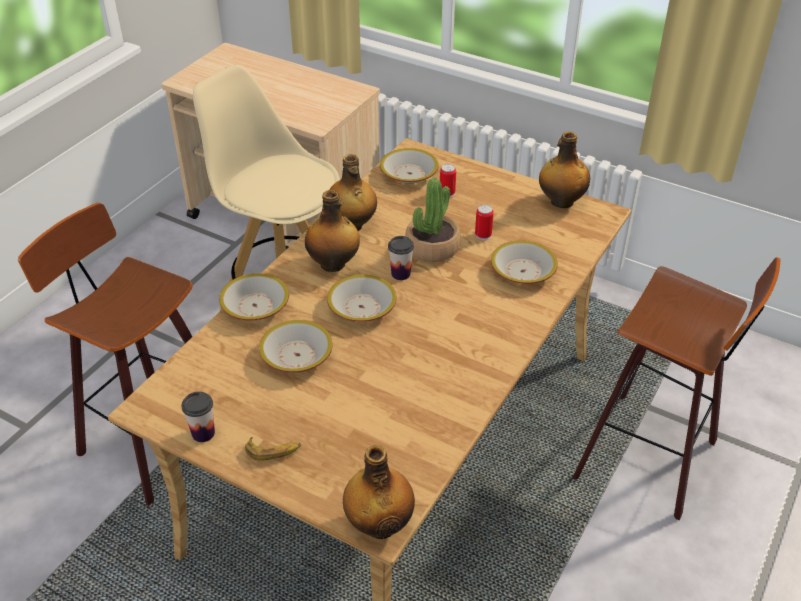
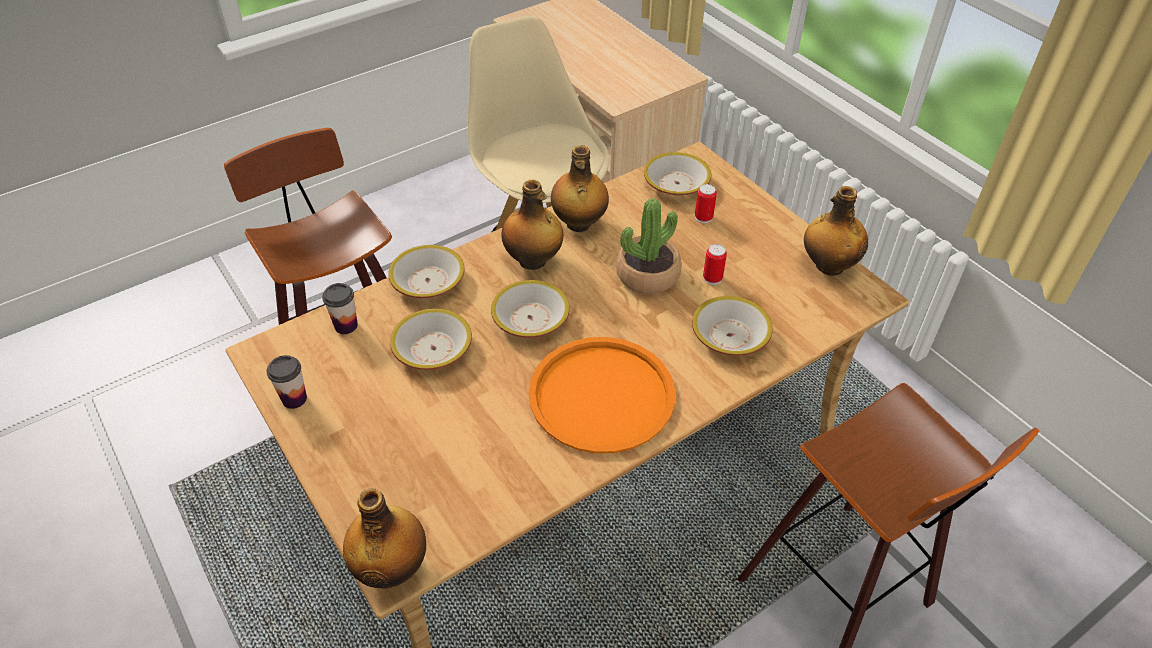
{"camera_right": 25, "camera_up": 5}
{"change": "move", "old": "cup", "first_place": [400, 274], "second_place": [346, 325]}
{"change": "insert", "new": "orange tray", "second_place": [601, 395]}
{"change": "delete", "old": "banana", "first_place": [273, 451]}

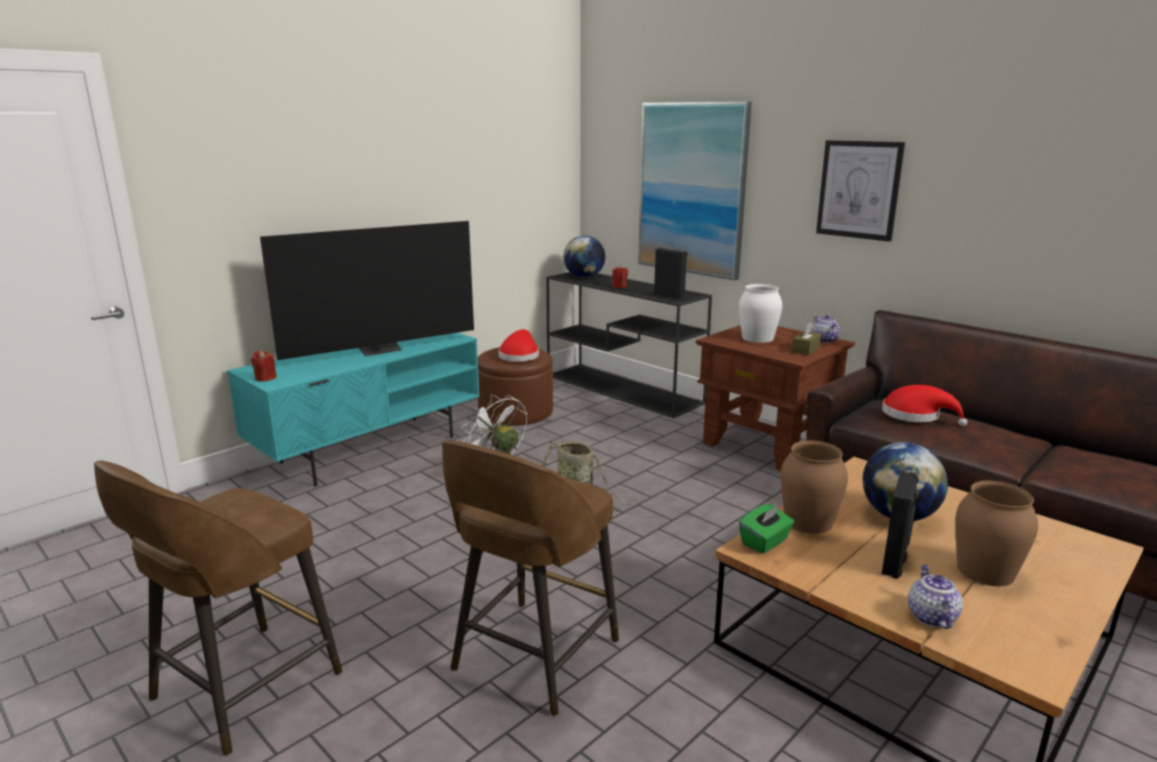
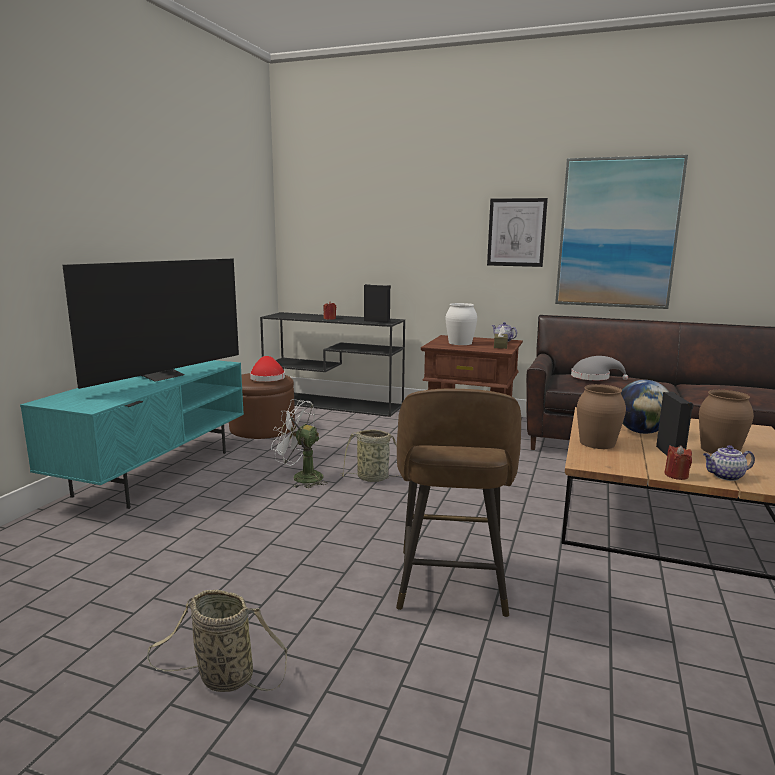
{"camera_right": -25, "camera_up": -5}
{"change": "replace", "old": "brown stool", "new": "basket", "first_place": [242, 688], "second_place": [221, 677]}
{"change": "move", "old": "picture", "first_place": [691, 189], "second_place": [617, 233]}
{"change": "recolor", "old": "red hat", "new": "grey hat", "first_place": [915, 415], "second_place": [593, 377]}
{"change": "move", "old": "red candle", "first_place": [265, 378], "second_place": [676, 475]}
{"change": "rotate", "old": "teapot", "first_place": [930, 616], "second_place": [725, 476], "degrees": -75}
{"change": "delete", "old": "globe", "first_place": [584, 277]}
{"change": "delete", "old": "green tissue box", "first_place": [765, 542]}

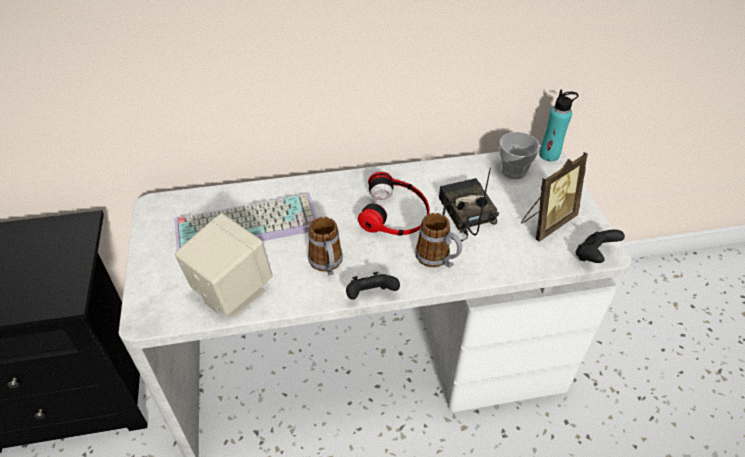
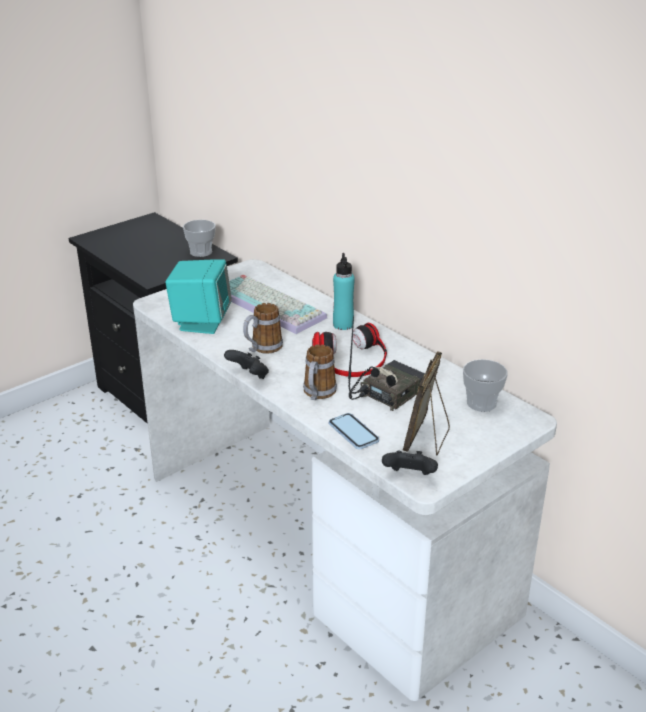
{"camera_right": 60, "camera_up": -15}
{"change": "recolor", "old": "beige speaker", "new": "turquoise speaker", "first_place": [231, 292], "second_place": [201, 322]}
{"change": "insert", "new": "cup", "second_place": [201, 252]}
{"change": "insert", "new": "phone", "second_place": [353, 433]}
{"change": "move", "old": "turquoise bottle", "first_place": [549, 155], "second_place": [343, 325]}
{"change": "rotate", "old": "picture frame", "first_place": [546, 222], "second_place": [427, 439], "degrees": 90}

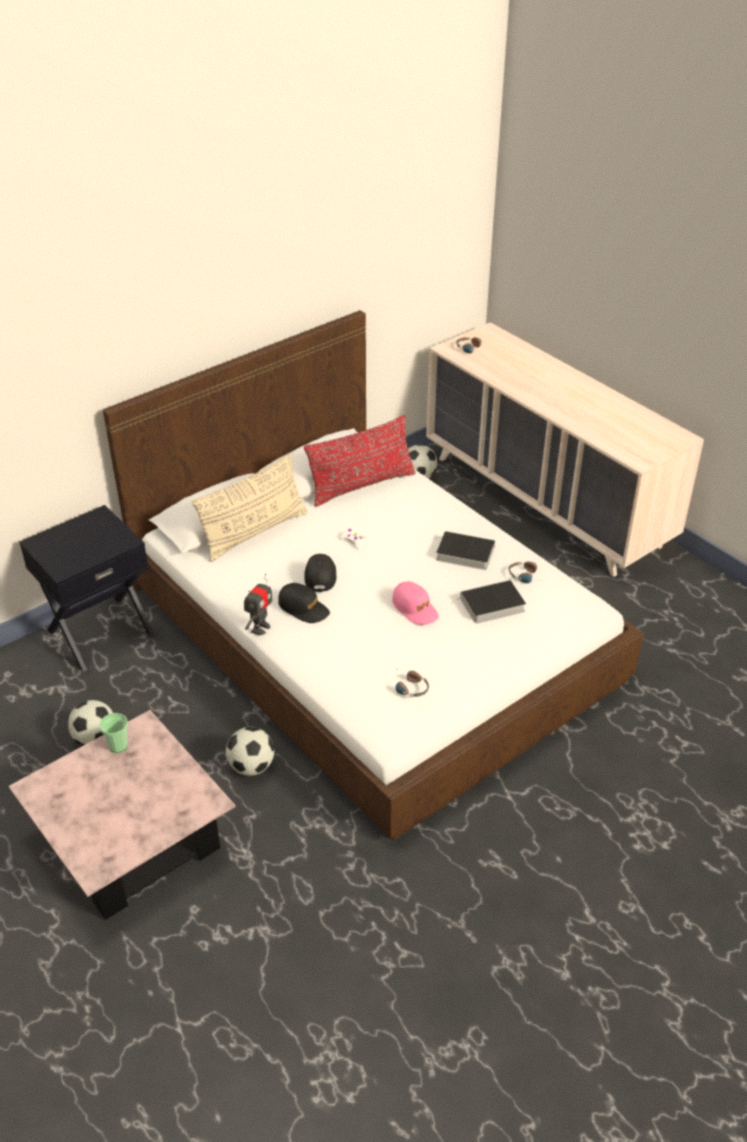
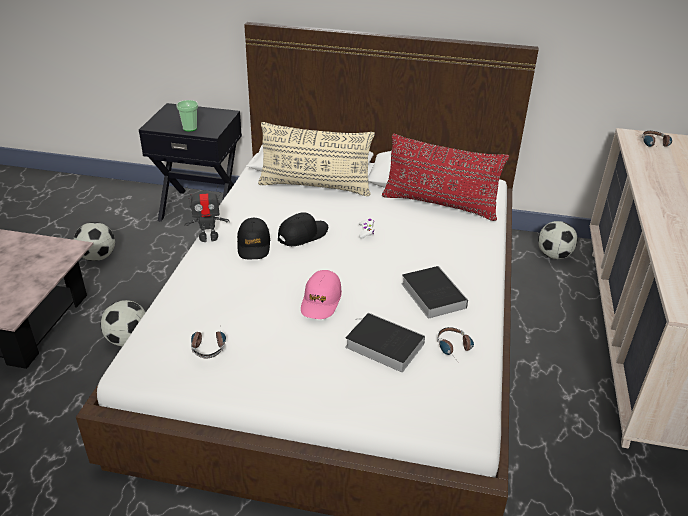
{"camera_right": 50, "camera_up": -5}
{"change": "move", "old": "cup", "first_place": [118, 745], "second_place": [190, 128]}

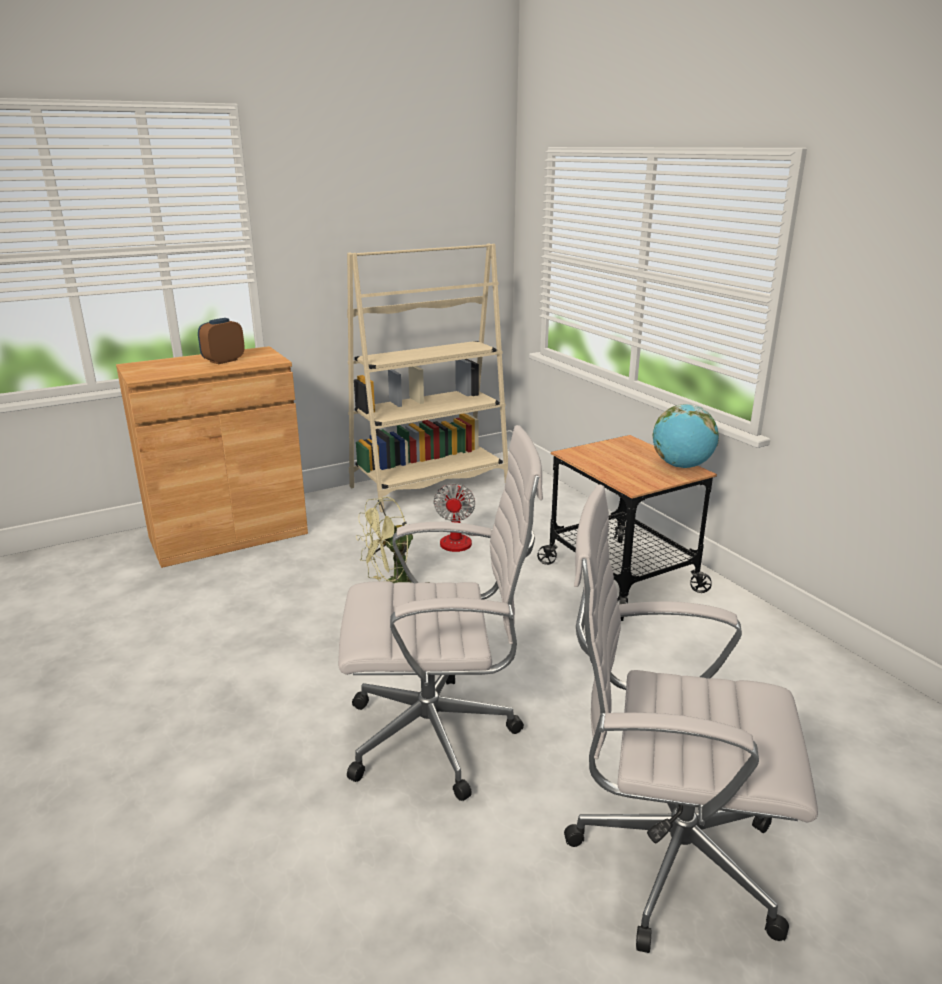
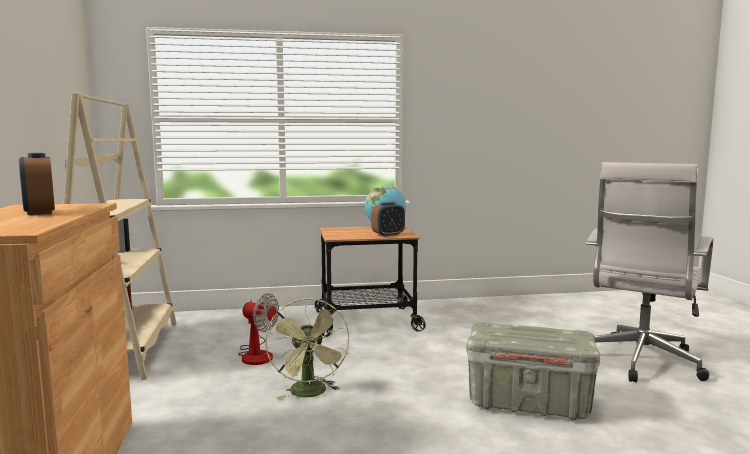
{"camera_right": -70, "camera_up": -15}
{"change": "insert", "new": "alarm clock", "second_place": [388, 235]}
{"change": "replace", "old": "white office chair", "new": "grey storage box", "first_place": [439, 736], "second_place": [529, 403]}

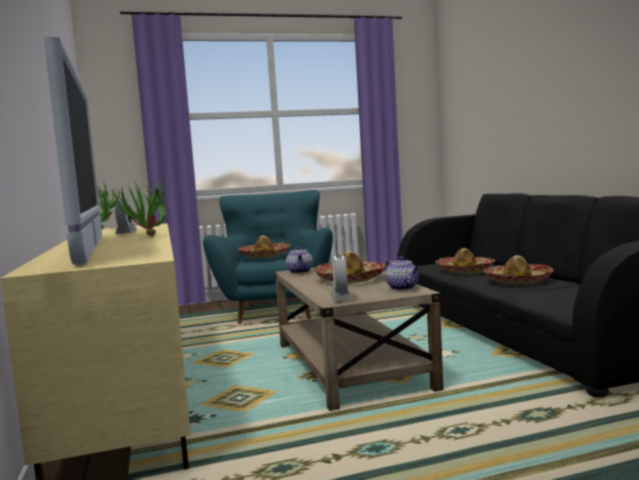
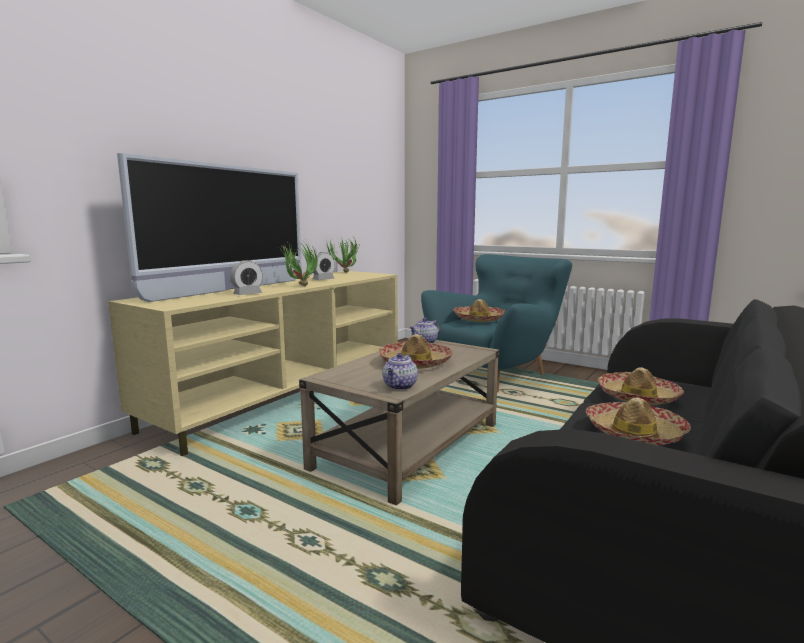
{"camera_right": 50, "camera_up": 5}
{"change": "move", "old": "alarm clock", "first_place": [341, 298], "second_place": [247, 294]}

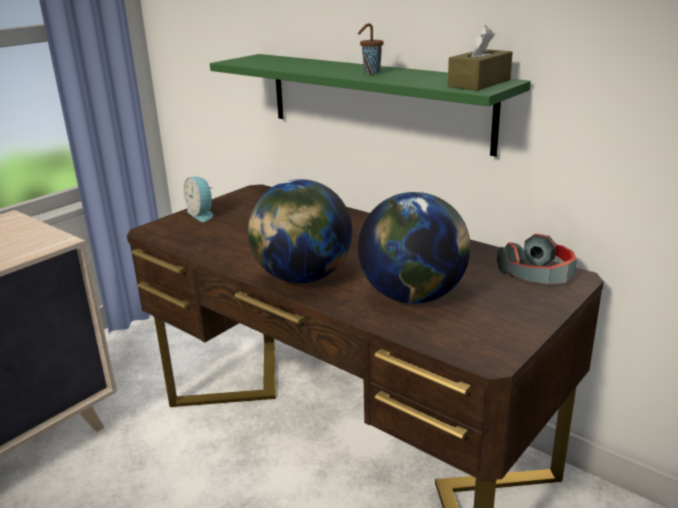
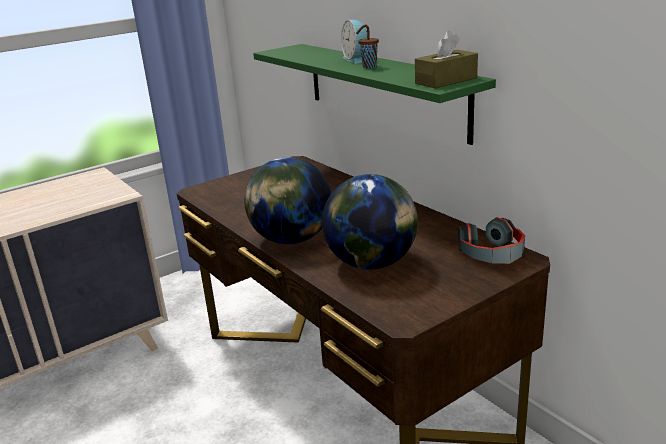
{"camera_right": 15, "camera_up": 0}
{"change": "move", "old": "alarm clock", "first_place": [202, 214], "second_place": [356, 59]}

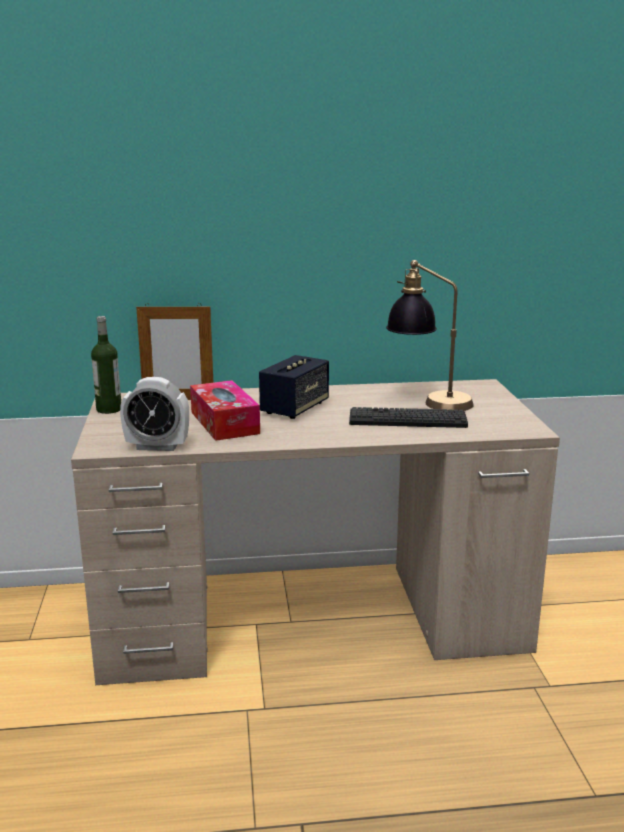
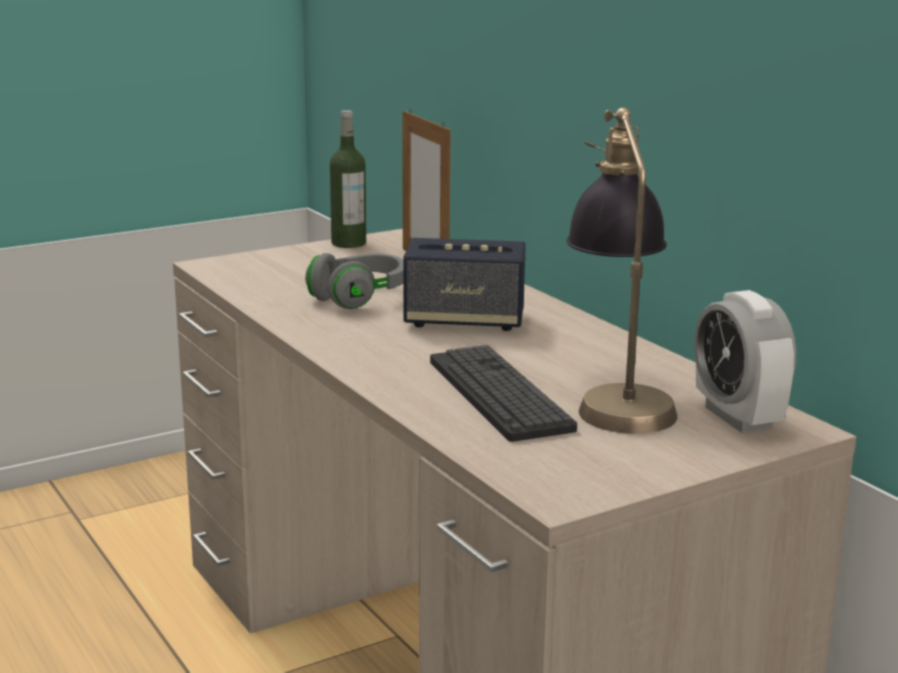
{"camera_right": 65, "camera_up": 0}
{"change": "replace", "old": "tissue box", "new": "grey headphones", "first_place": [224, 422], "second_place": [359, 297]}
{"change": "move", "old": "alarm clock", "first_place": [157, 446], "second_place": [737, 417]}

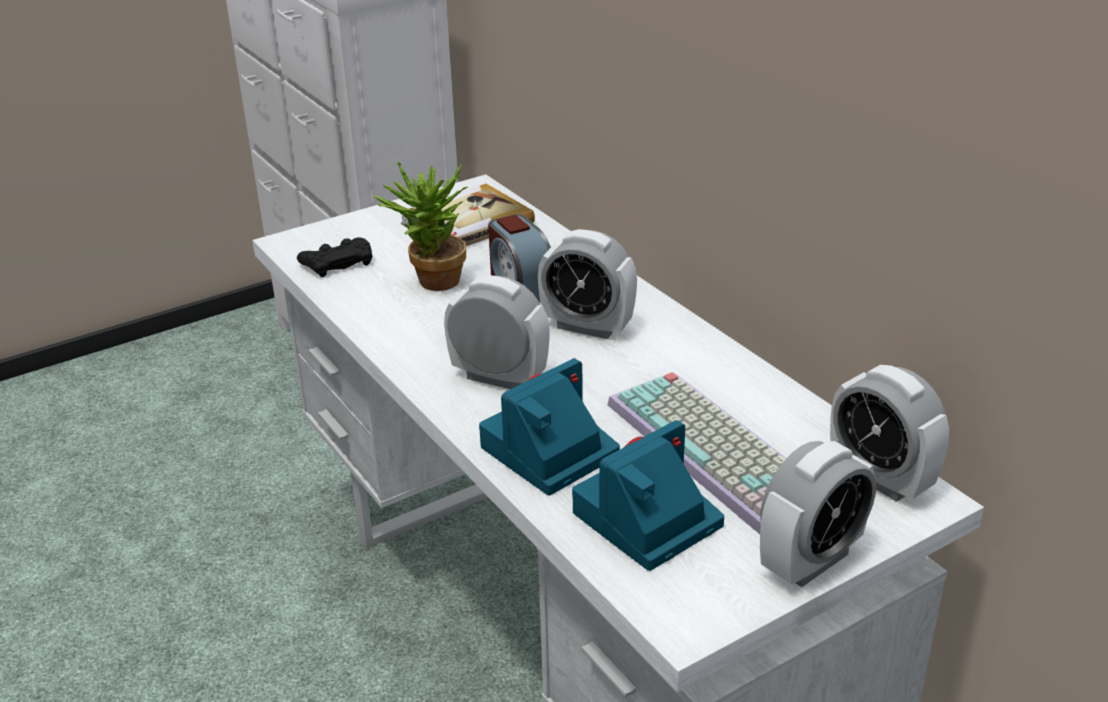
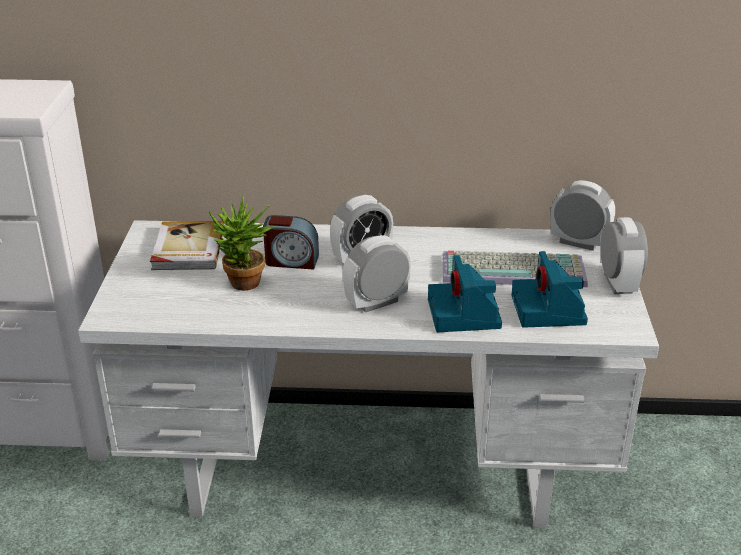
{"camera_right": -55, "camera_up": 0}
{"change": "rotate", "old": "alarm clock", "first_place": [880, 478], "second_place": [578, 242], "degrees": -150}
{"change": "delete", "old": "black game controller", "first_place": [337, 262]}

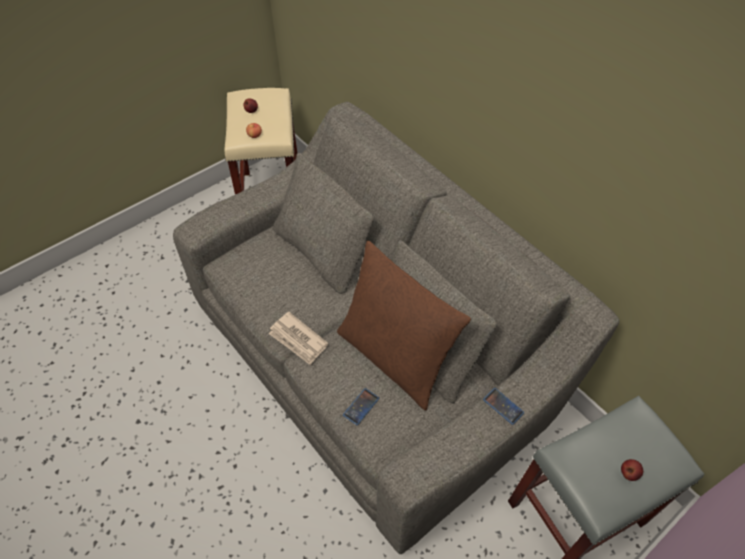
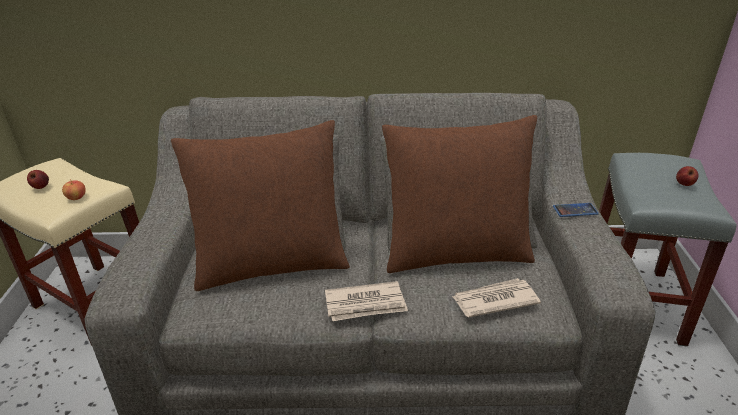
{"camera_right": -50, "camera_up": -20}
{"change": "insert", "new": "brown pillow", "second_place": [272, 263]}
{"change": "replace", "old": "phone", "new": "newspaper", "first_place": [361, 406], "second_place": [494, 300]}

